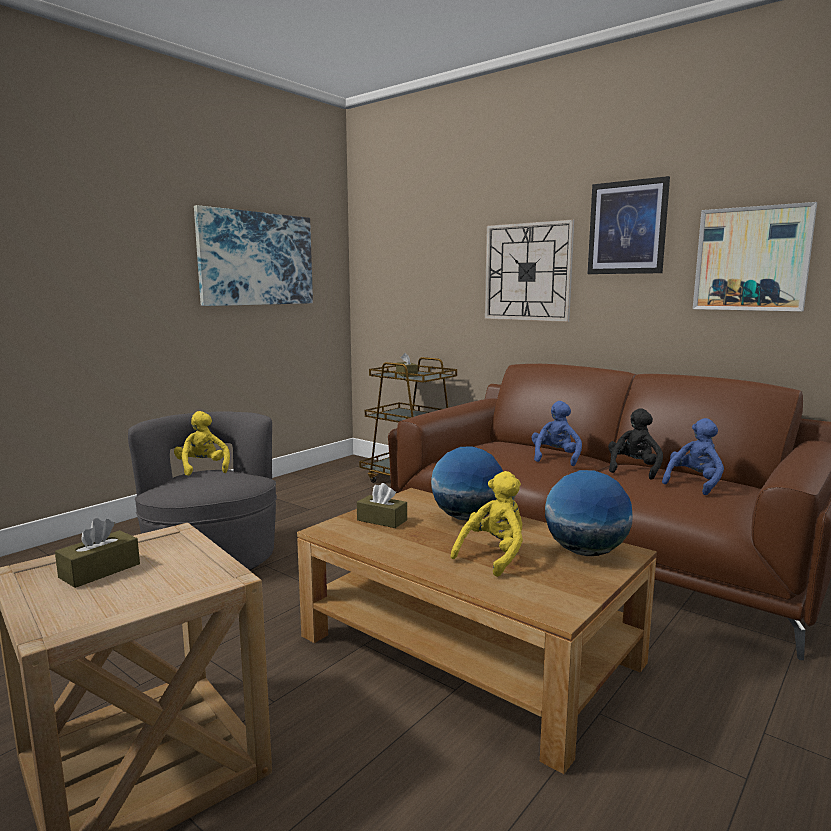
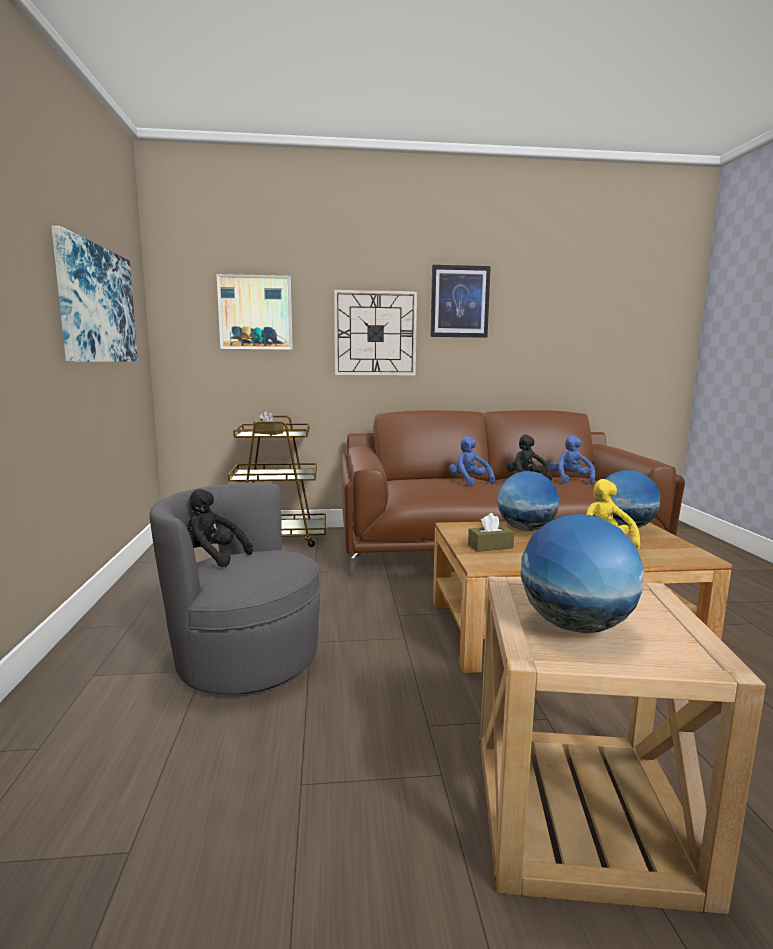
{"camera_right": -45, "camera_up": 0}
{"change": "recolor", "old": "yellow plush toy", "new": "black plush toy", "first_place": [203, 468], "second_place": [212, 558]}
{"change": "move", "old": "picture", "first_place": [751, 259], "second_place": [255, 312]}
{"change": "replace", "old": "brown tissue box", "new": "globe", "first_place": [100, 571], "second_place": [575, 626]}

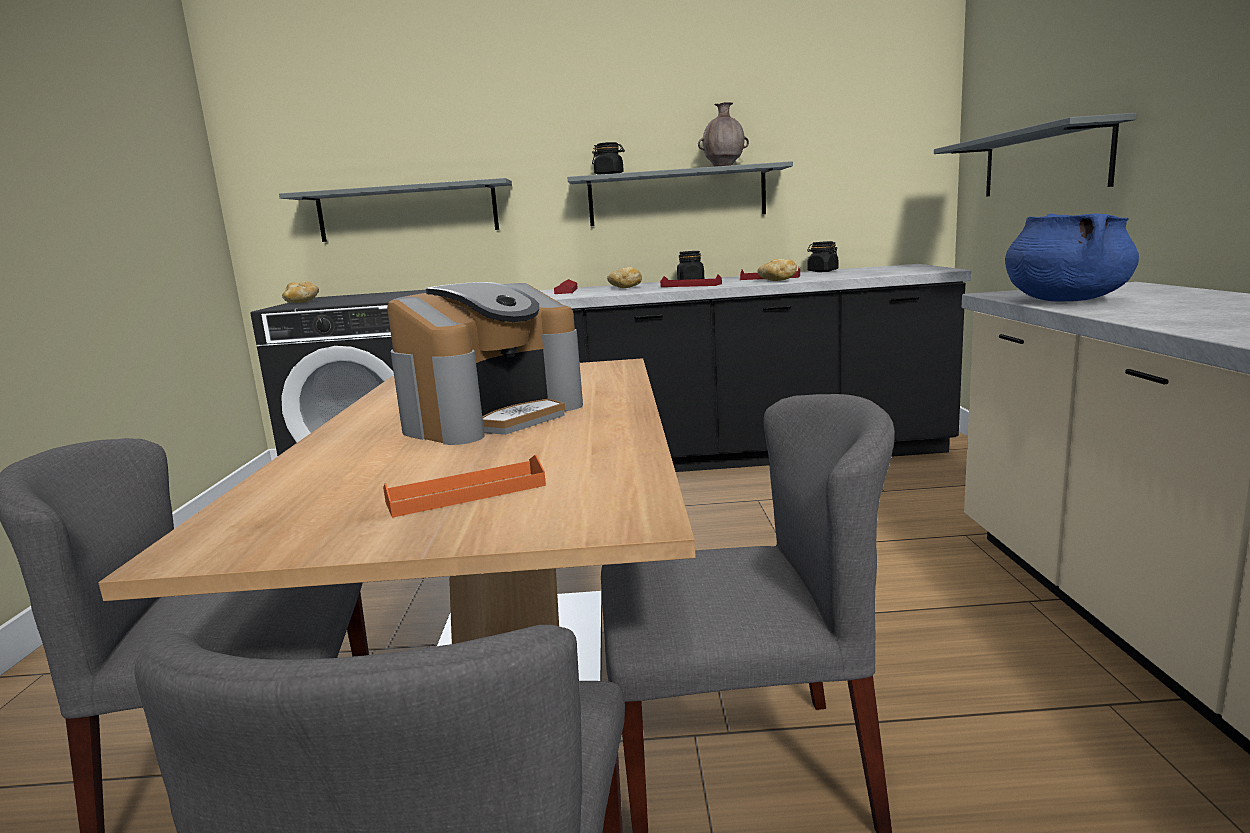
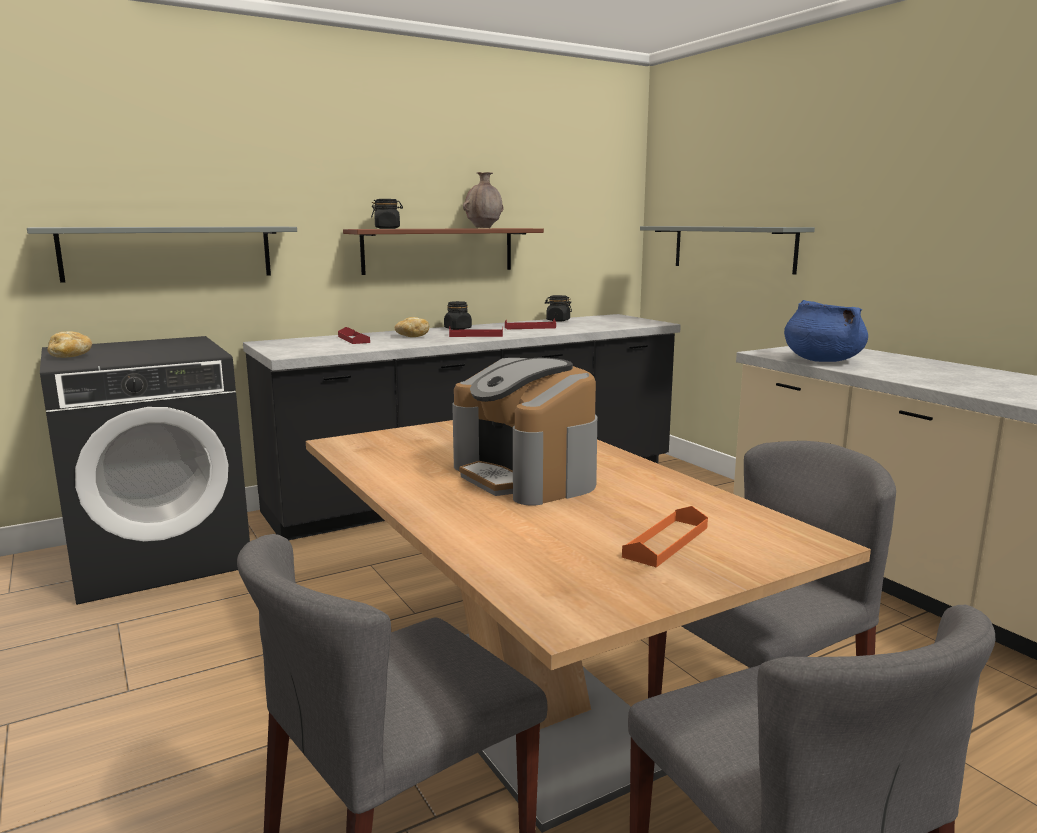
{"camera_right": -30, "camera_up": 0}
{"change": "recolor", "old": "grey shelf", "new": "brown shelf", "first_place": [677, 196], "second_place": [439, 250]}
{"change": "rotate", "old": "coffee machine", "first_place": [492, 417], "second_place": [526, 476], "degrees": 135}
{"change": "delete", "old": "bread", "first_place": [776, 280]}

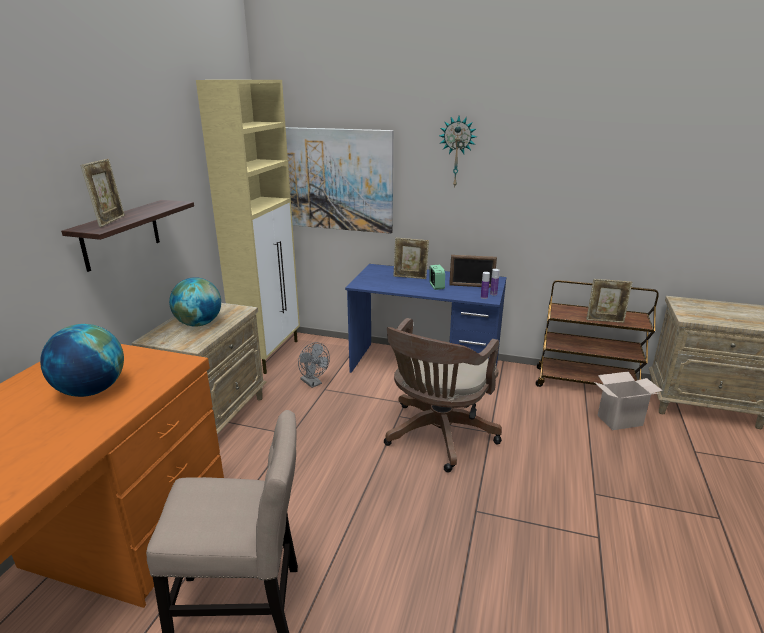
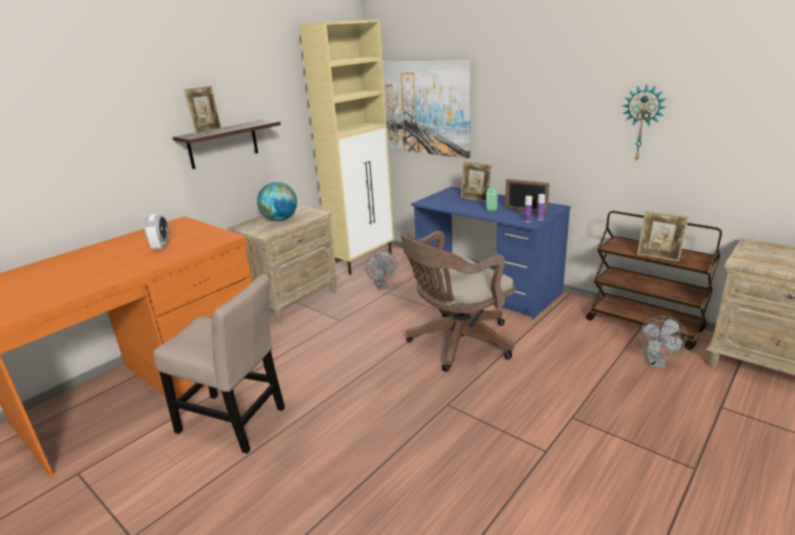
{"camera_right": 25, "camera_up": 0}
{"change": "replace", "old": "globe", "new": "alarm clock", "first_place": [91, 390], "second_place": [161, 246]}
{"change": "move", "old": "wall clock", "first_place": [457, 152], "second_place": [642, 123]}
{"change": "replace", "old": "cardboard box", "new": "grey fan", "first_place": [620, 420], "second_place": [656, 363]}

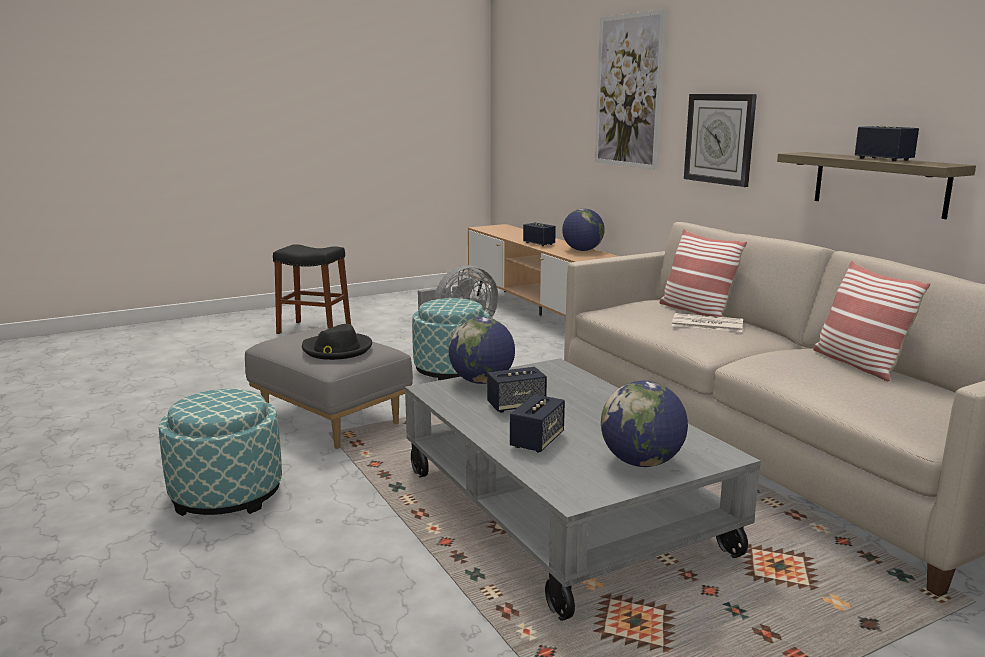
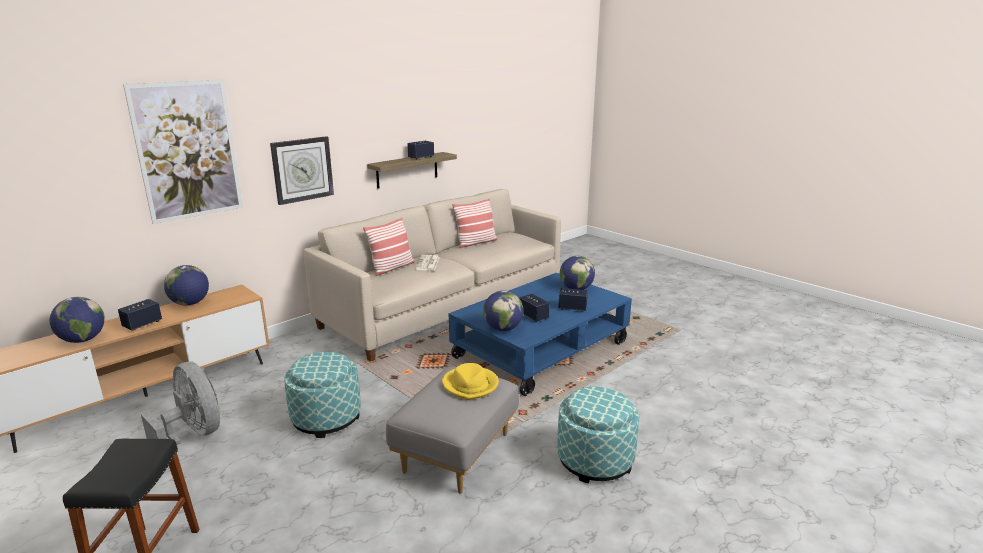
{"camera_right": -105, "camera_up": 5}
{"change": "insert", "new": "globe", "second_place": [83, 340]}
{"change": "recolor", "old": "black hat", "new": "yellow hat", "first_place": [337, 349], "second_place": [470, 385]}
{"change": "recolor", "old": "grey coffee table", "new": "blue coffee table", "first_place": [561, 511], "second_place": [540, 350]}

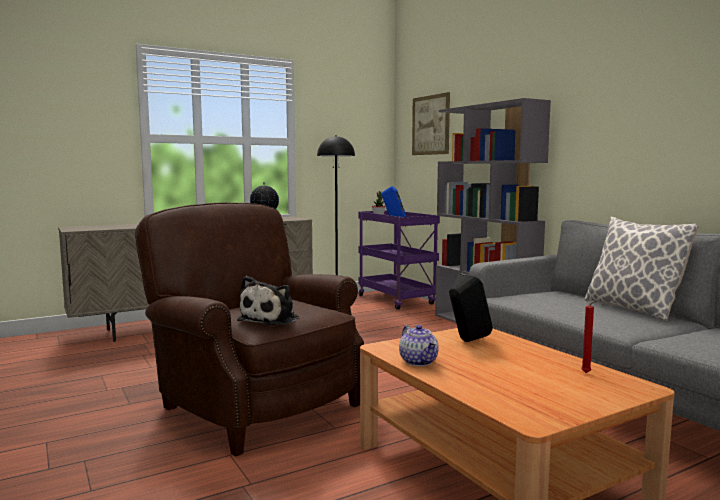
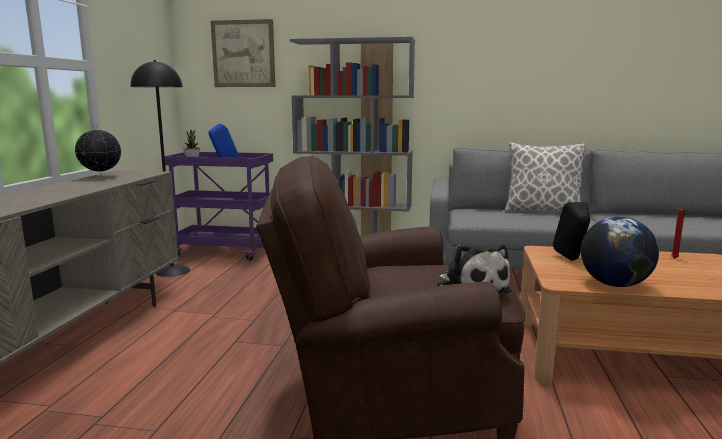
{"camera_right": -50, "camera_up": 5}
{"change": "replace", "old": "teapot", "new": "globe", "first_place": [419, 362], "second_place": [614, 284]}

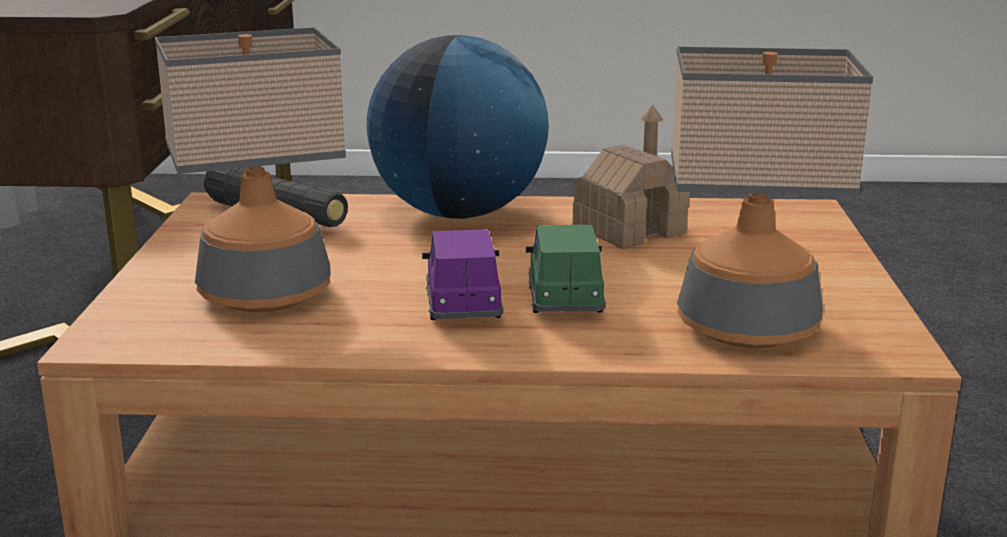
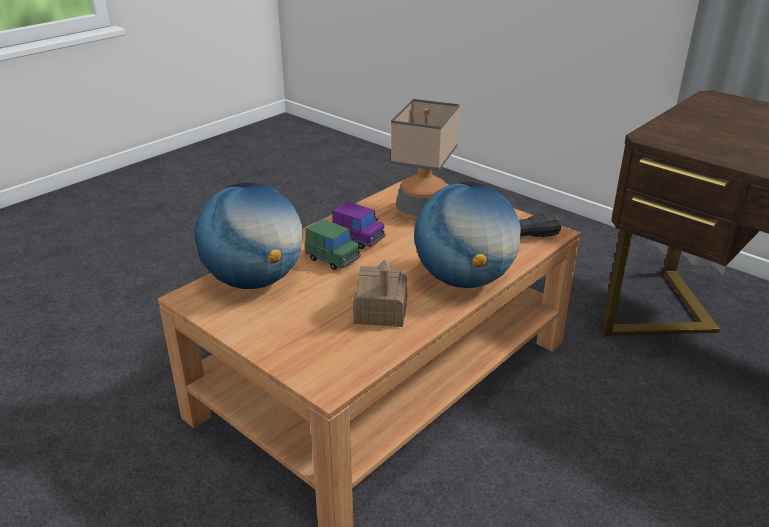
{"camera_right": 130, "camera_up": 10}
{"change": "replace", "old": "table lamp", "new": "globe", "first_place": [746, 327], "second_place": [254, 280]}

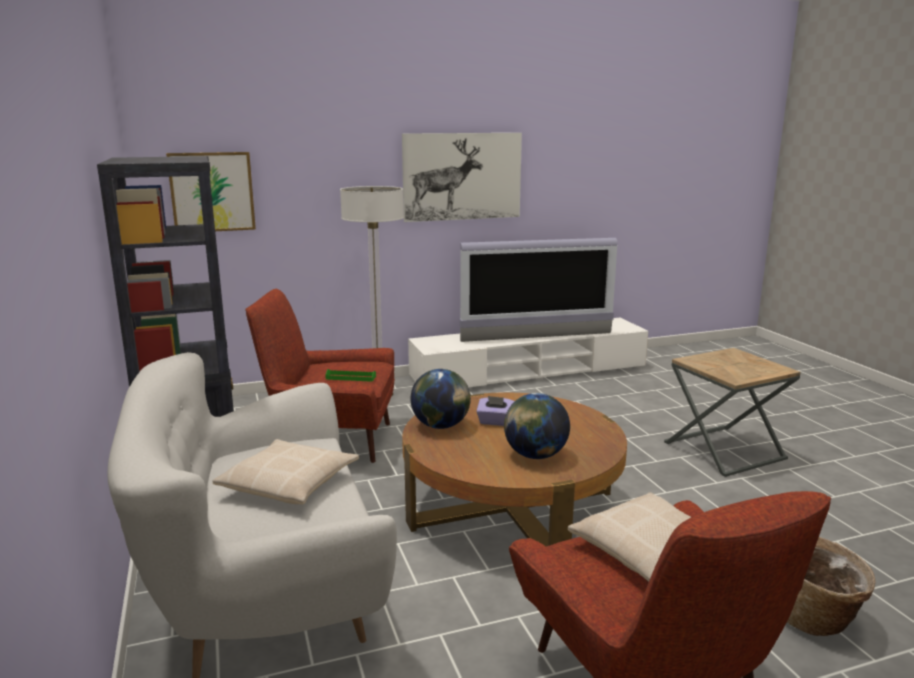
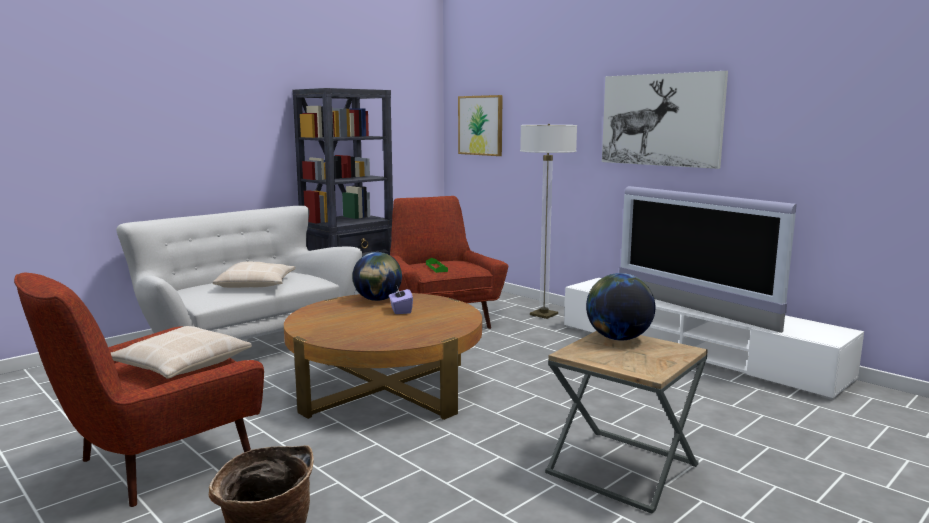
{"camera_right": 65, "camera_up": -5}
{"change": "move", "old": "globe", "first_place": [535, 455], "second_place": [618, 338]}

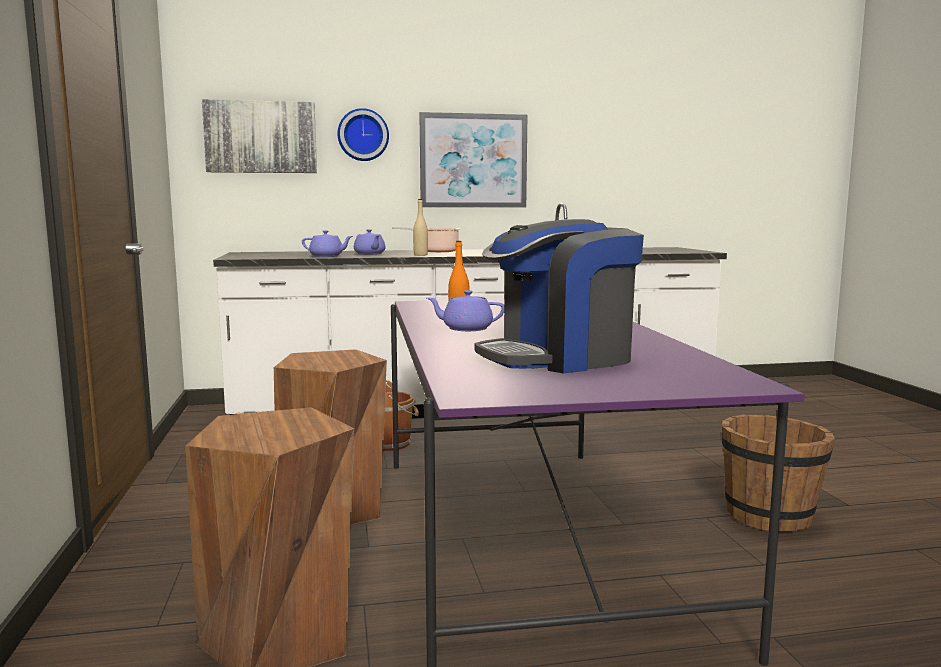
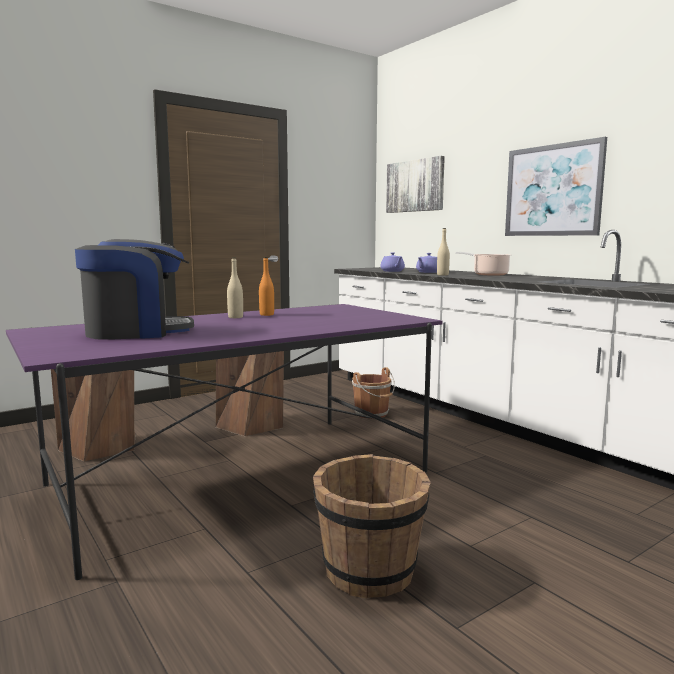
{"camera_right": 65, "camera_up": 0}
{"change": "rotate", "old": "coffee machine", "first_place": [559, 358], "second_place": [137, 332], "degrees": 120}
{"change": "replace", "old": "purple teapot", "new": "beige bottle", "first_place": [466, 329], "second_place": [235, 317]}
{"change": "delete", "old": "wall clock", "first_place": [363, 135]}

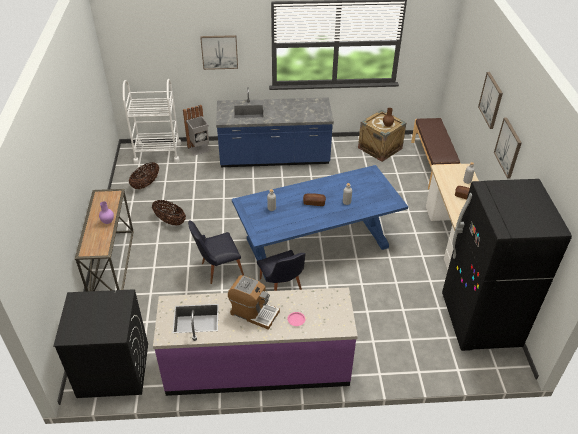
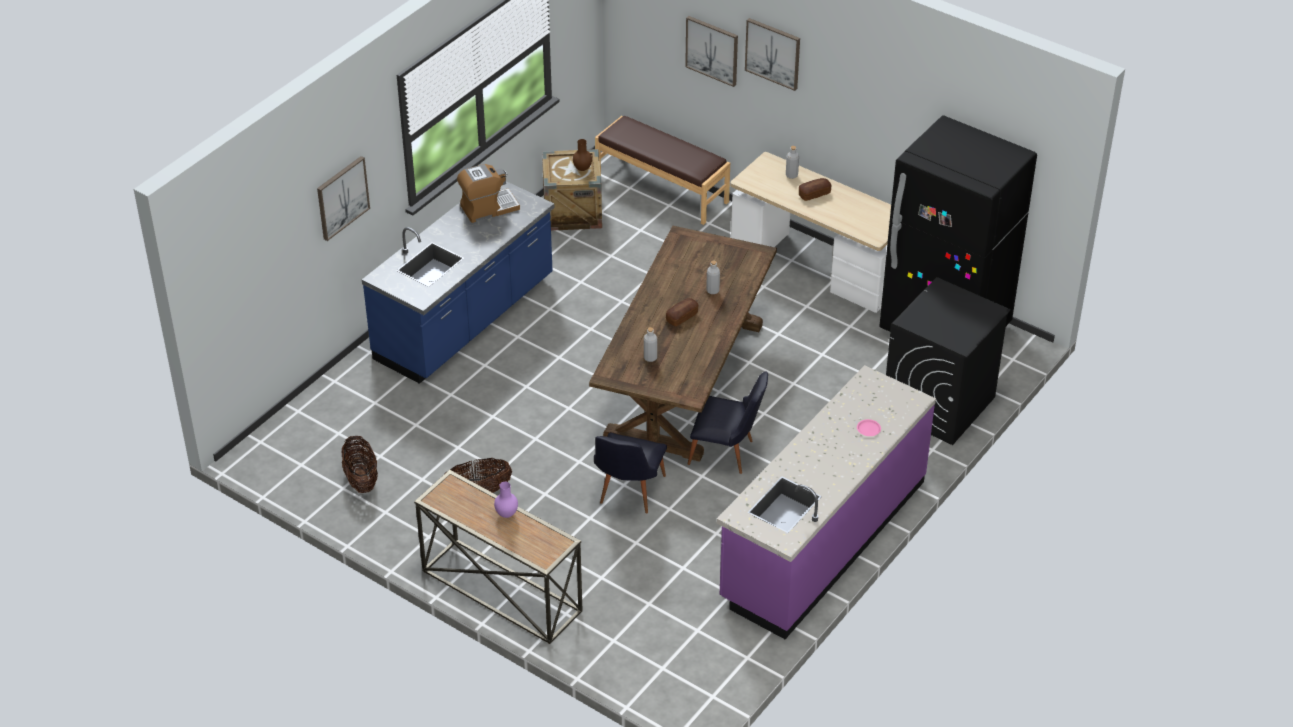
{"camera_right": -50, "camera_up": 0}
{"change": "move", "old": "coffee machine", "first_place": [254, 312], "second_place": [488, 208]}
{"change": "recolor", "old": "blue dining table", "new": "brown dining table", "first_place": [317, 244], "second_place": [685, 380]}
{"change": "move", "old": "picture", "first_place": [508, 147], "second_place": [712, 50]}
{"change": "move", "old": "black washing machine", "first_place": [113, 370], "second_place": [938, 405]}
{"change": "delete", "old": "white cart", "first_place": [158, 153]}
{"change": "delete", "old": "grey trash can", "first_place": [199, 149]}

